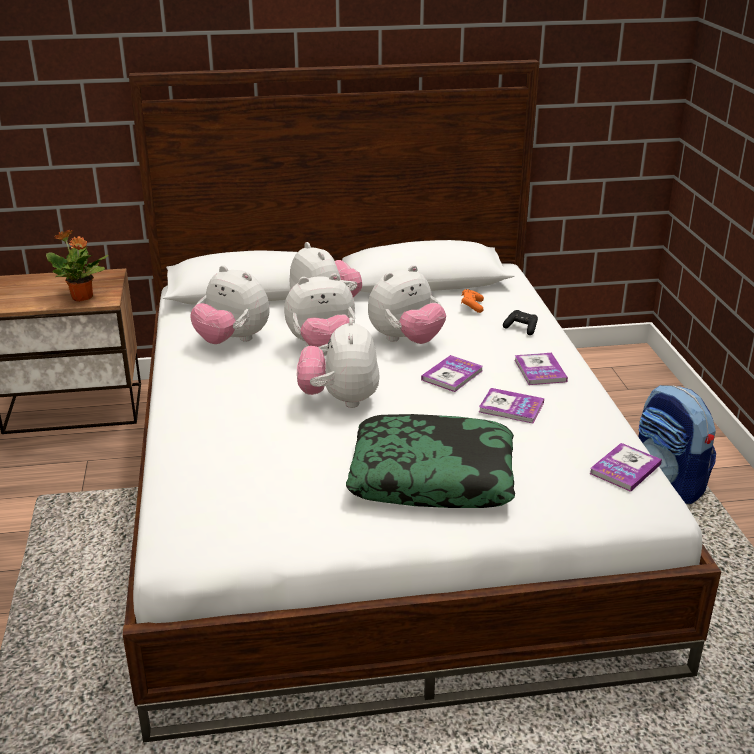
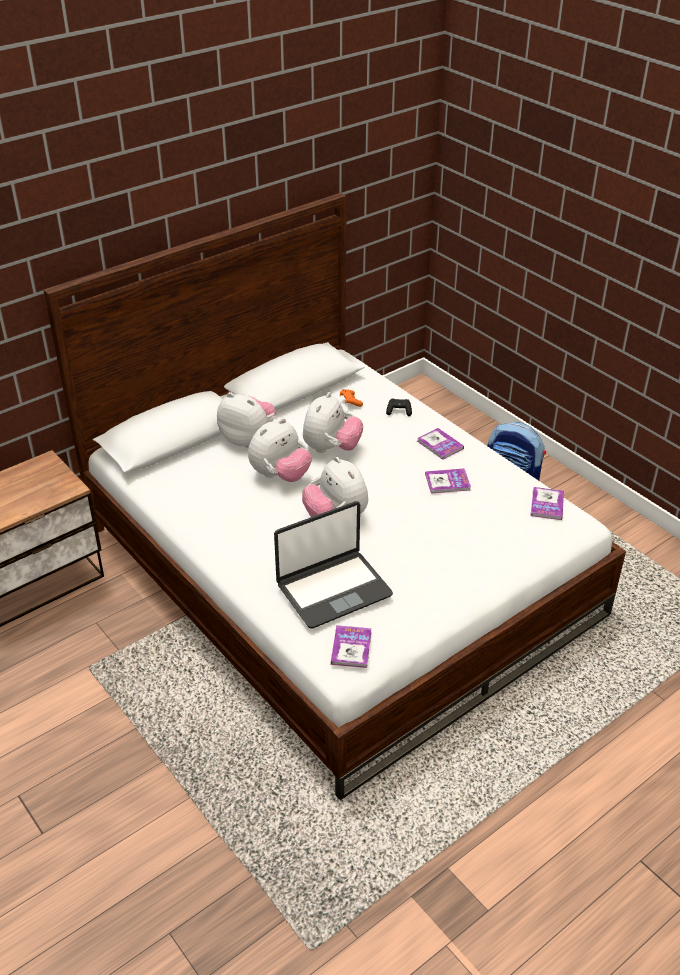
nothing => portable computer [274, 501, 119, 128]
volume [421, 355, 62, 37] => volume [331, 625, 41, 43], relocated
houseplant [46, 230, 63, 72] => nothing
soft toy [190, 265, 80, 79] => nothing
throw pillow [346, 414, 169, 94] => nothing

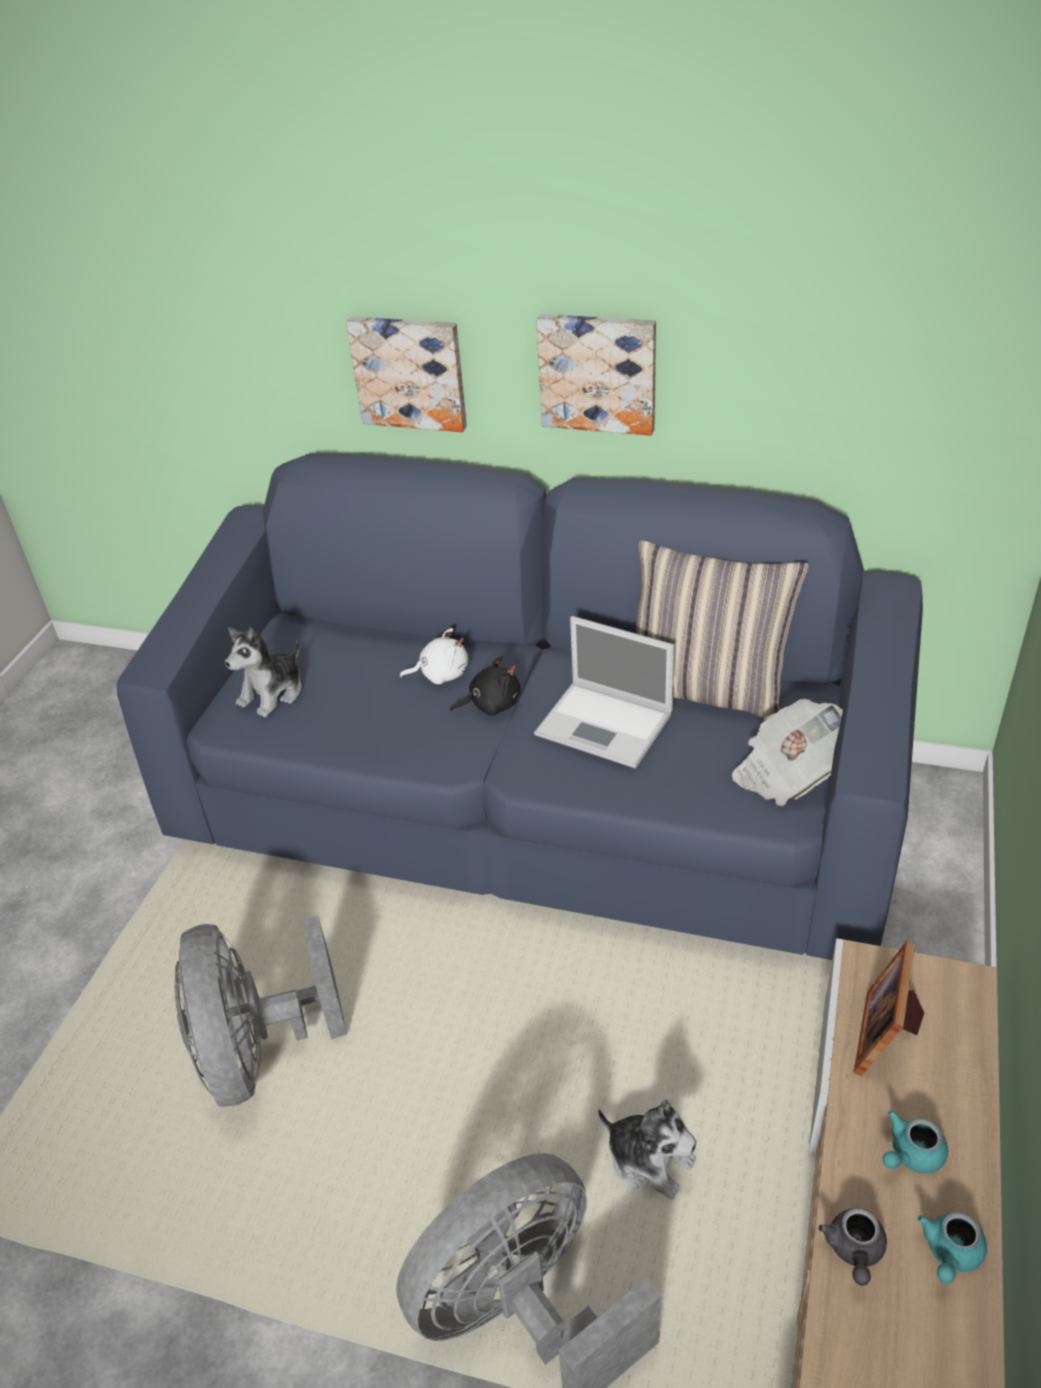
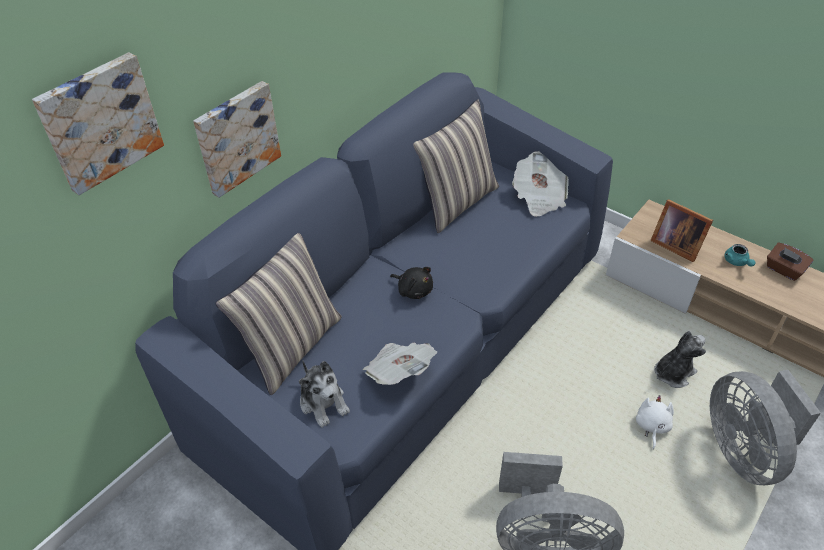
wall art [536, 314, 120, 122] => wall art [32, 52, 132, 143], relocated
nothing => throw pillow [215, 233, 127, 162]
nothing => daily paper [363, 343, 74, 42]
black soft toy [450, 656, 70, 60] => black soft toy [390, 267, 43, 32], 120 degrees clockwise
white soft toy [400, 628, 68, 56] => white soft toy [636, 395, 38, 54], relocated
turquoise teapot [917, 1212, 70, 72] => brown tissue box [767, 243, 46, 38]
portable computer [534, 616, 141, 153] => nothing
gray teapot [818, 1208, 69, 78] => nothing

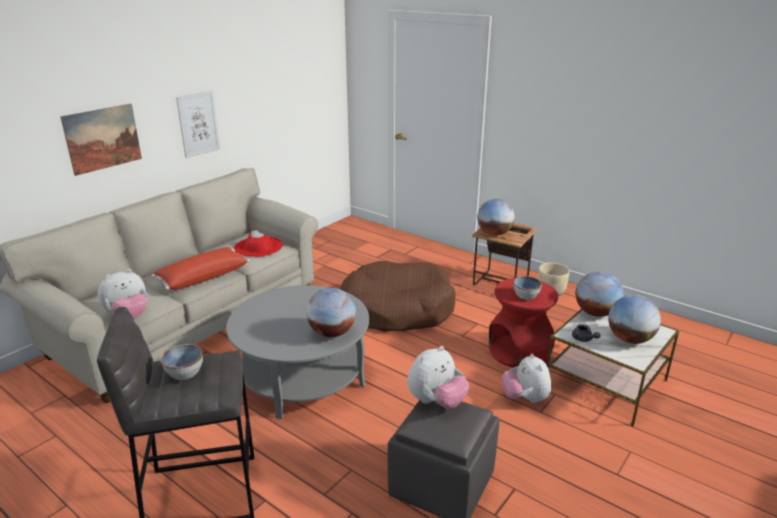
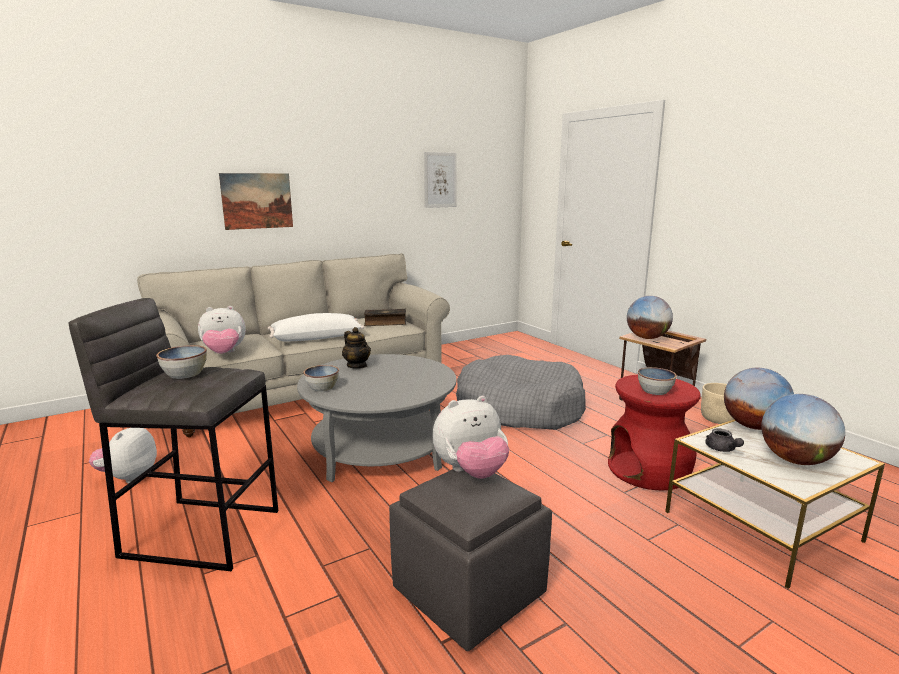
soft toy [502, 354, 49, 49] => soft toy [89, 428, 68, 55], relocated
red-coloured throw pillow [152, 247, 98, 43] => white throw pillow [268, 313, 96, 28]
nothing => bowl [304, 365, 35, 26]
nothing => teapot [342, 327, 29, 42]
red-coloured clothing hat [234, 230, 49, 27] => volume [364, 309, 42, 17]
wall art [176, 91, 44, 67] => wall art [424, 152, 33, 56], relocated
brown dog bed [340, 261, 116, 71] => gray dog bed [456, 355, 130, 75]
world globe [306, 288, 50, 49] => nothing

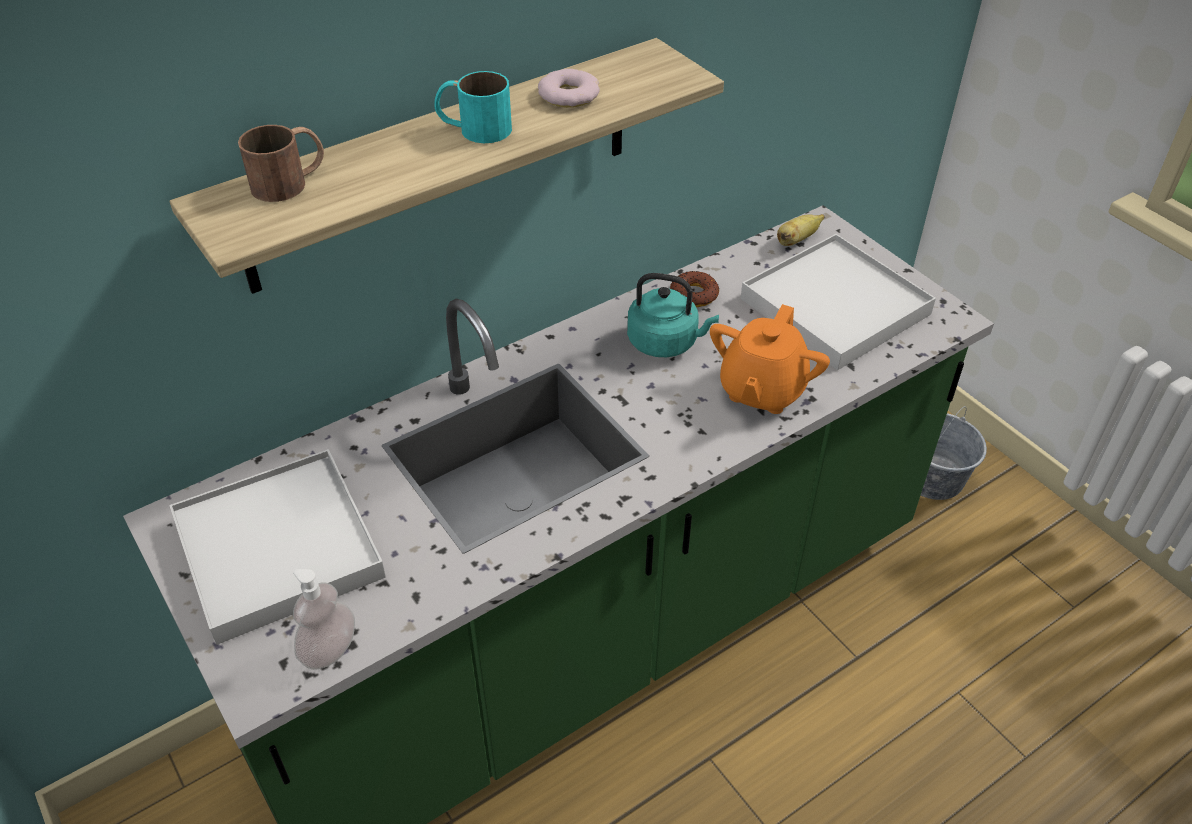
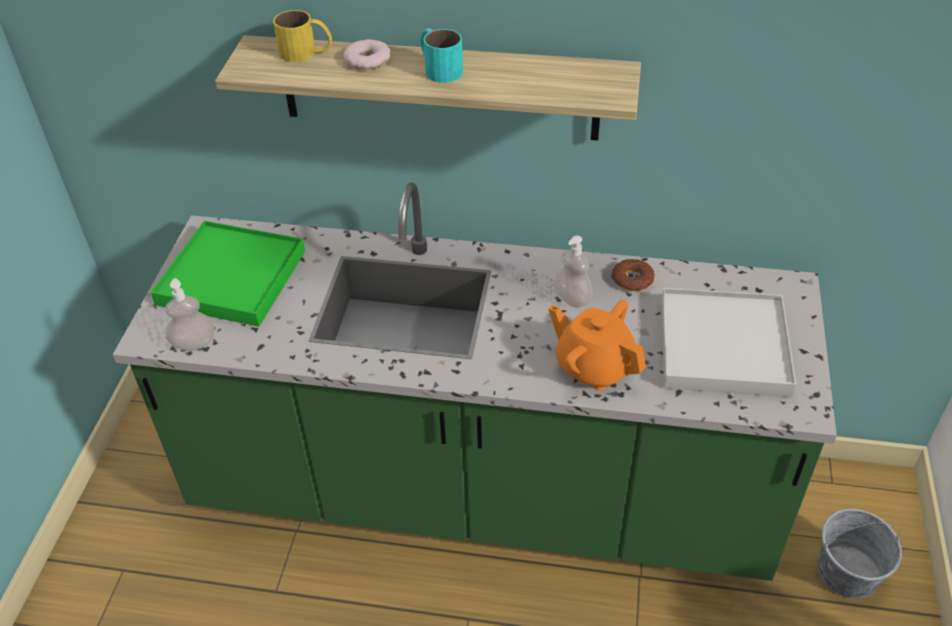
white carrying tray [169, 449, 217, 196] => green carrying tray [151, 221, 154, 106]
brown coffee mug [238, 125, 86, 77] => yellow coffee mug [273, 10, 59, 52]
doughnut [538, 69, 62, 39] => doughnut [343, 39, 48, 31], relocated
orange-coloured teapot [710, 304, 120, 110] => orange-coloured teapot [548, 300, 98, 91], 60 degrees clockwise
turquoise water kettle [627, 273, 92, 84] => soap bottle [555, 236, 38, 71]
banana fruit [777, 214, 48, 32] => nothing

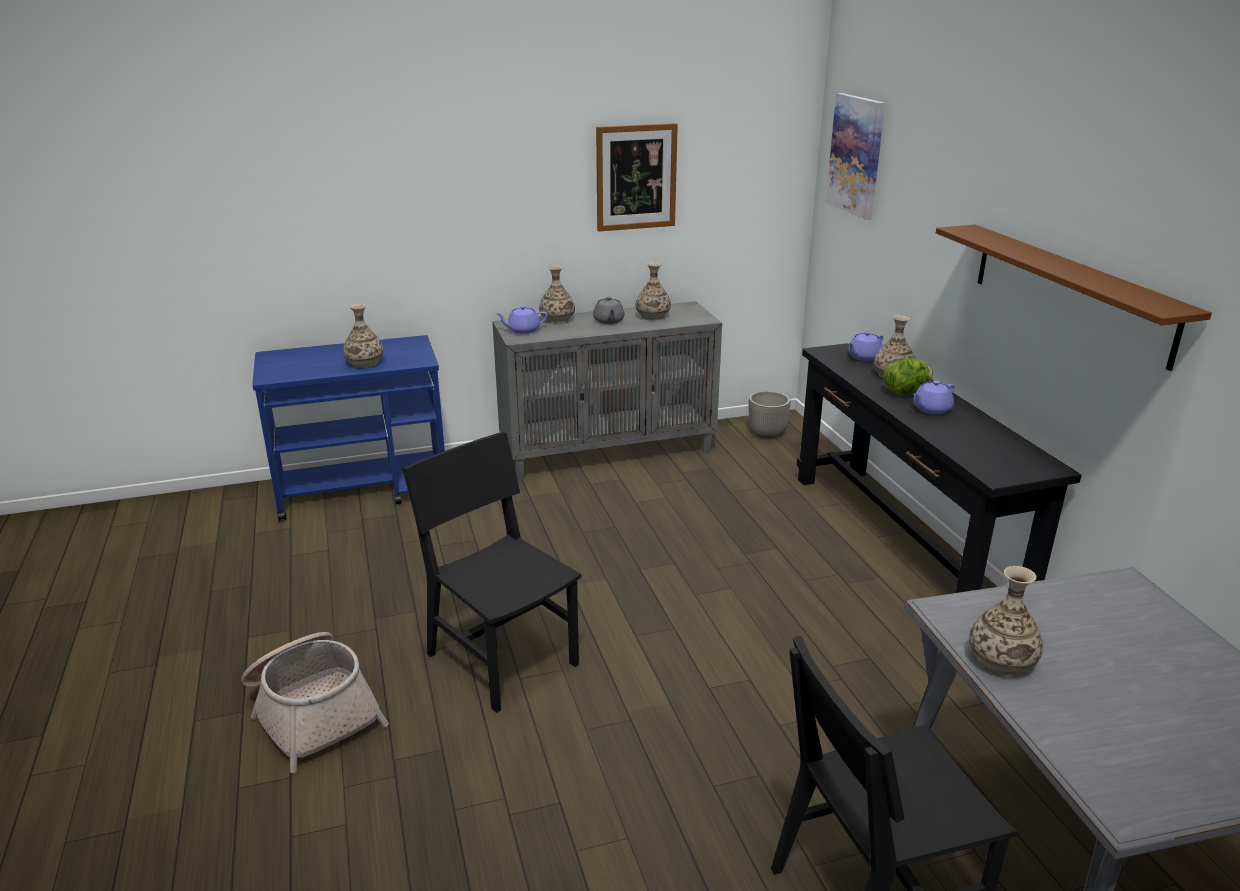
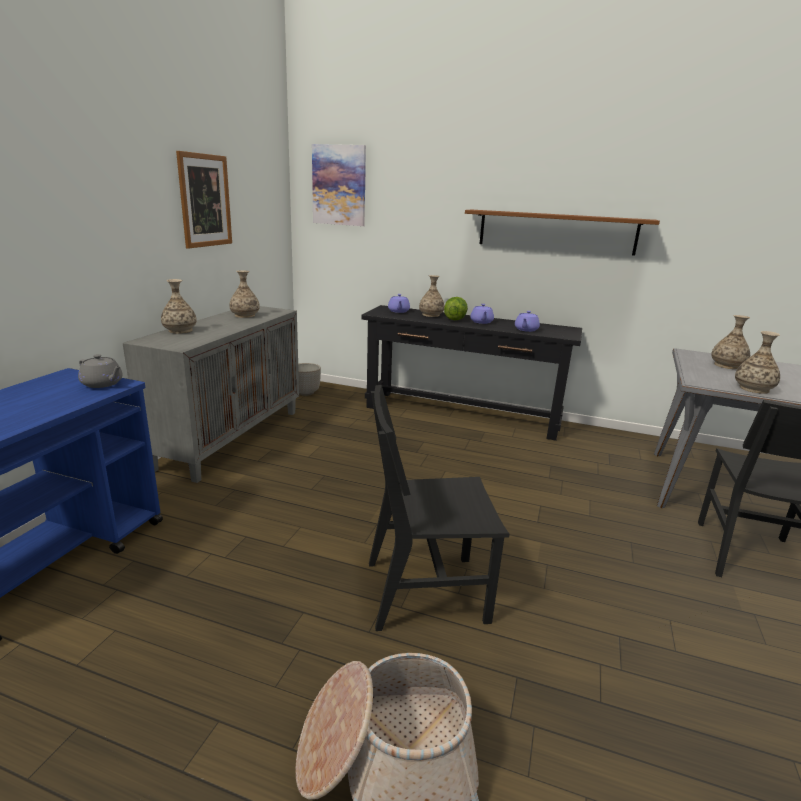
gray teapot [593, 297, 32, 27] => gray teapot [78, 354, 45, 34], relocated
purple teapot [495, 305, 53, 29] => purple teapot [515, 311, 25, 21], relocated
flower vase [343, 304, 40, 64] => flower vase [711, 315, 39, 54], relocated

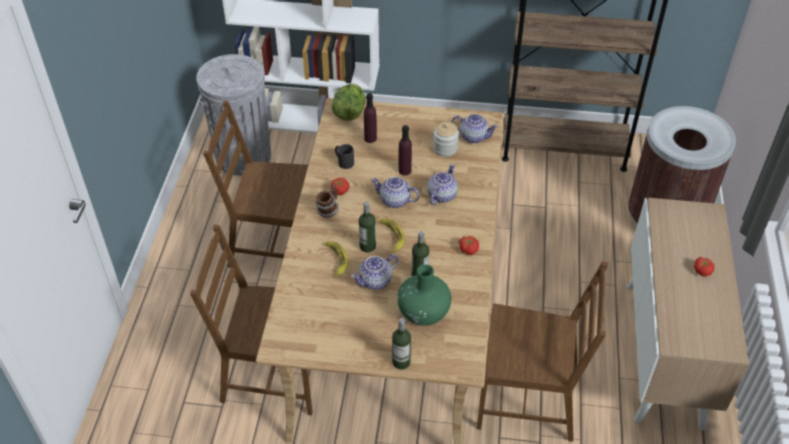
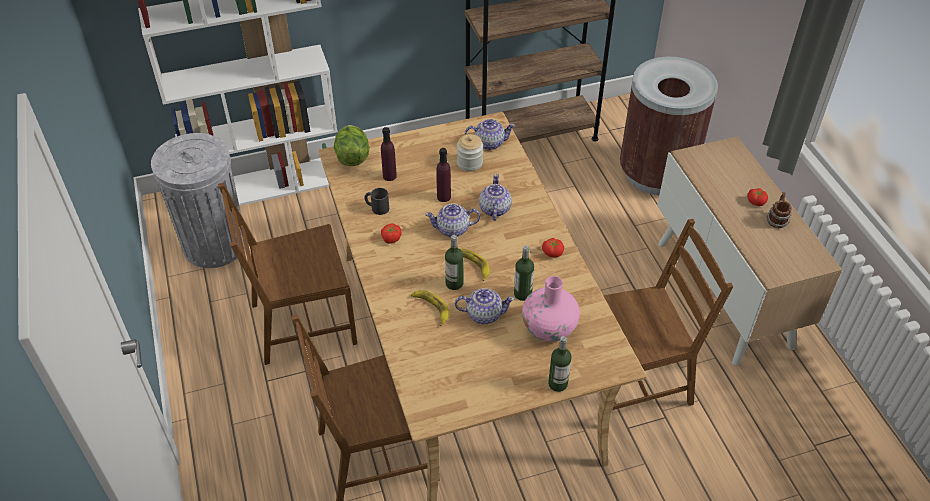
teapot [351, 254, 48, 36] => teapot [455, 288, 60, 36], 120 degrees counterclockwise
green flower vase [397, 264, 54, 62] => pink-coloured flower vase [522, 276, 58, 66]
coffee mug [315, 184, 23, 34] => coffee mug [767, 192, 25, 36], relocated

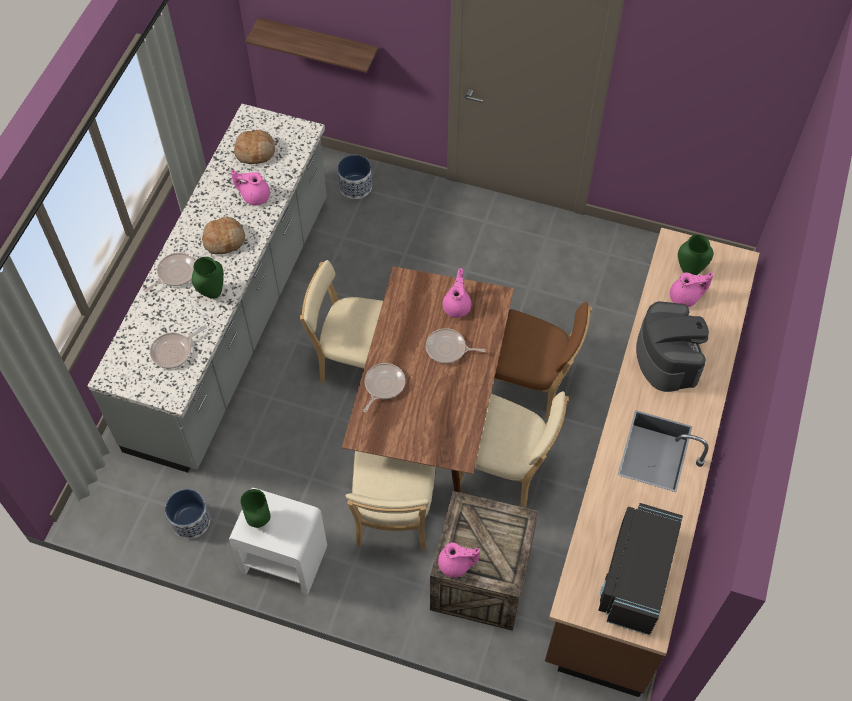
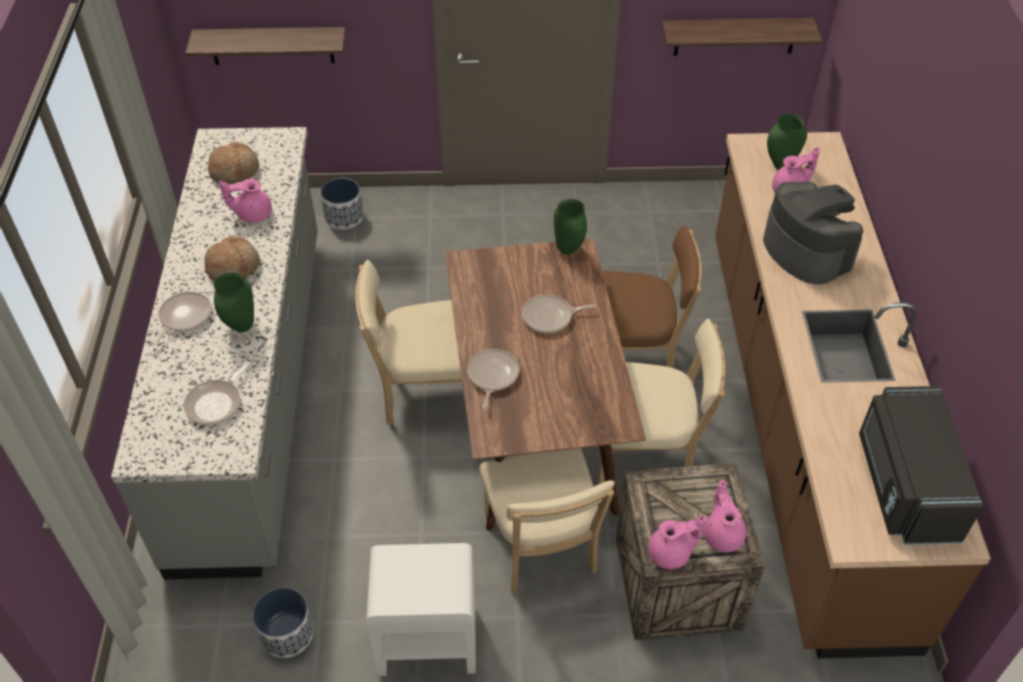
green flower vase [240, 489, 30, 39] => green flower vase [554, 199, 33, 56], relocated
nothing => wall shelf [663, 18, 159, 38]
pink-coloured teapot [443, 268, 28, 50] => pink-coloured teapot [704, 480, 42, 73], relocated

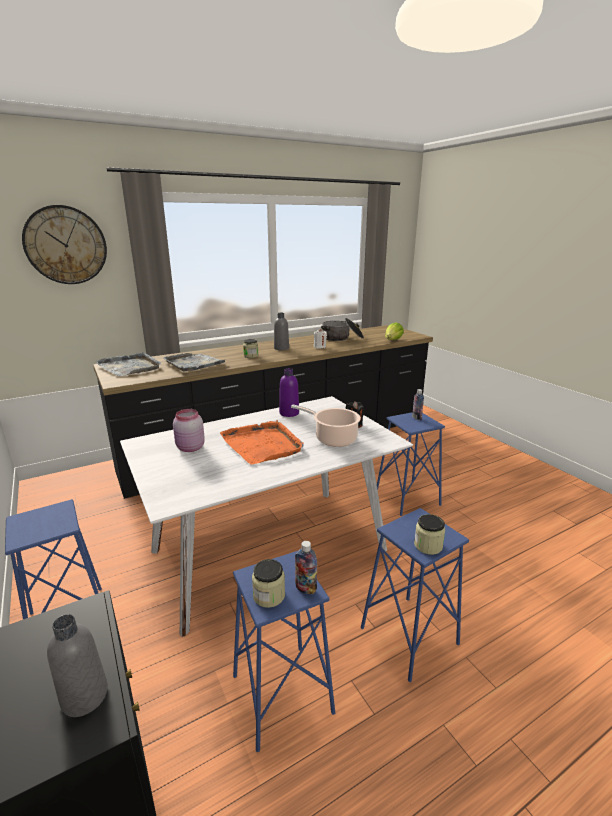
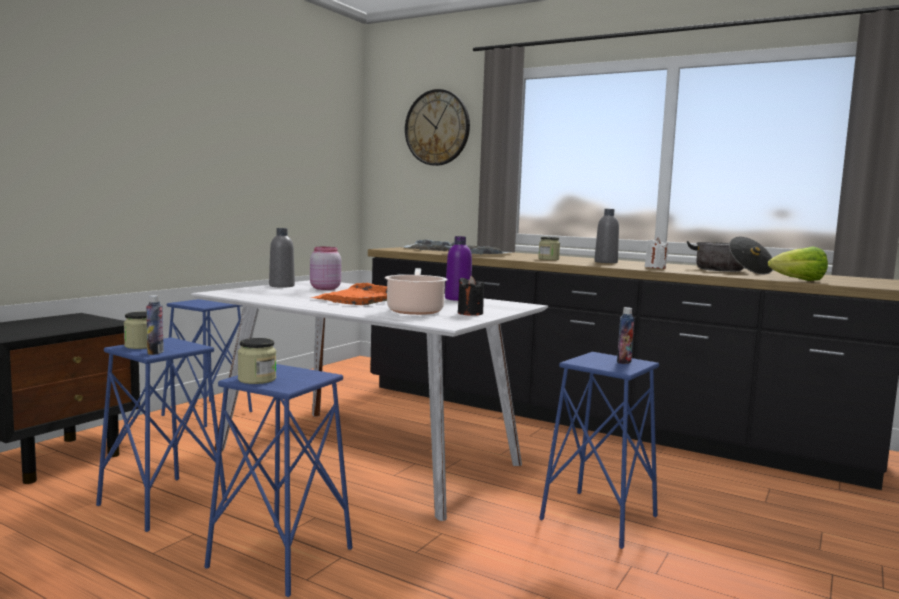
gray beverage bottle [47, 614, 61, 103] => gray beverage bottle [269, 228, 26, 60], relocated

